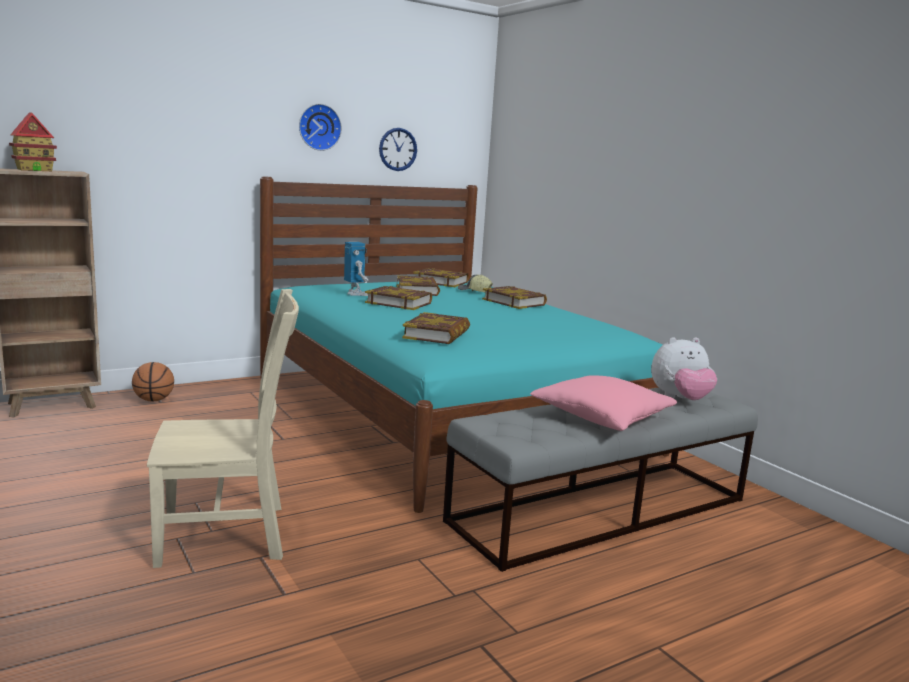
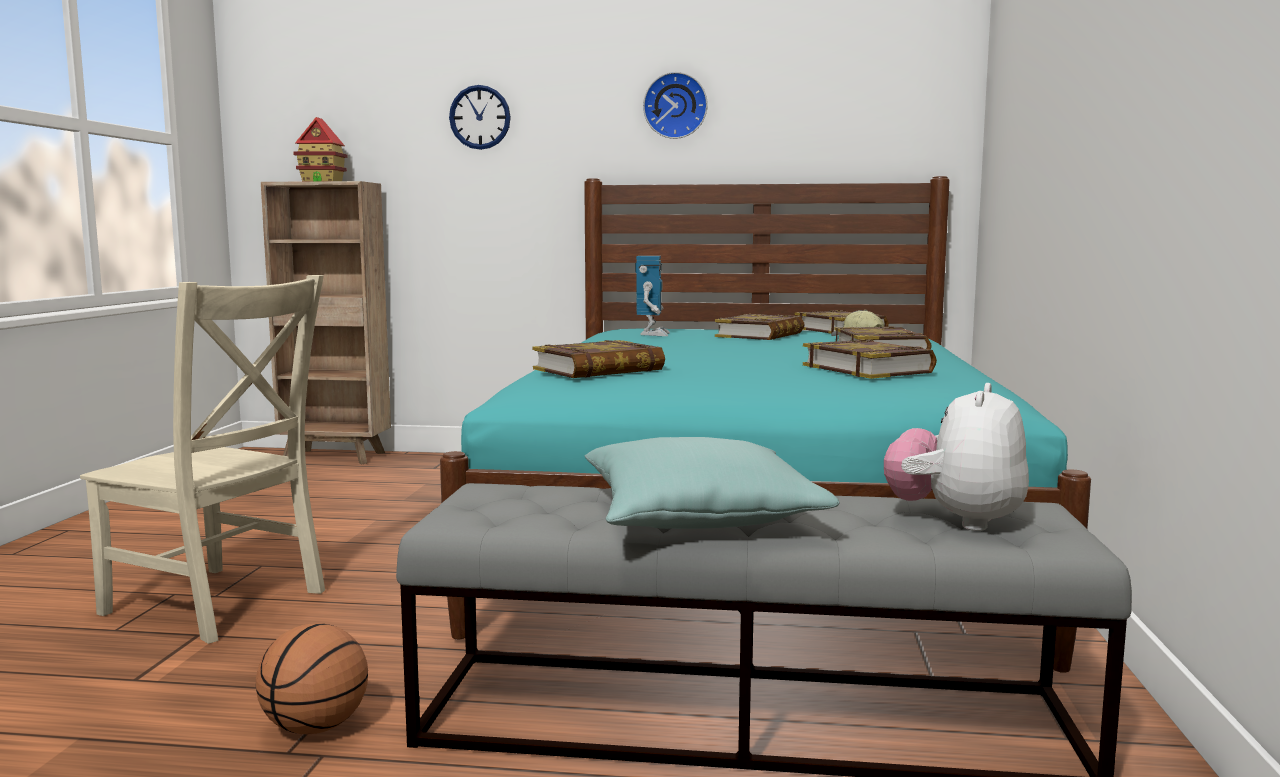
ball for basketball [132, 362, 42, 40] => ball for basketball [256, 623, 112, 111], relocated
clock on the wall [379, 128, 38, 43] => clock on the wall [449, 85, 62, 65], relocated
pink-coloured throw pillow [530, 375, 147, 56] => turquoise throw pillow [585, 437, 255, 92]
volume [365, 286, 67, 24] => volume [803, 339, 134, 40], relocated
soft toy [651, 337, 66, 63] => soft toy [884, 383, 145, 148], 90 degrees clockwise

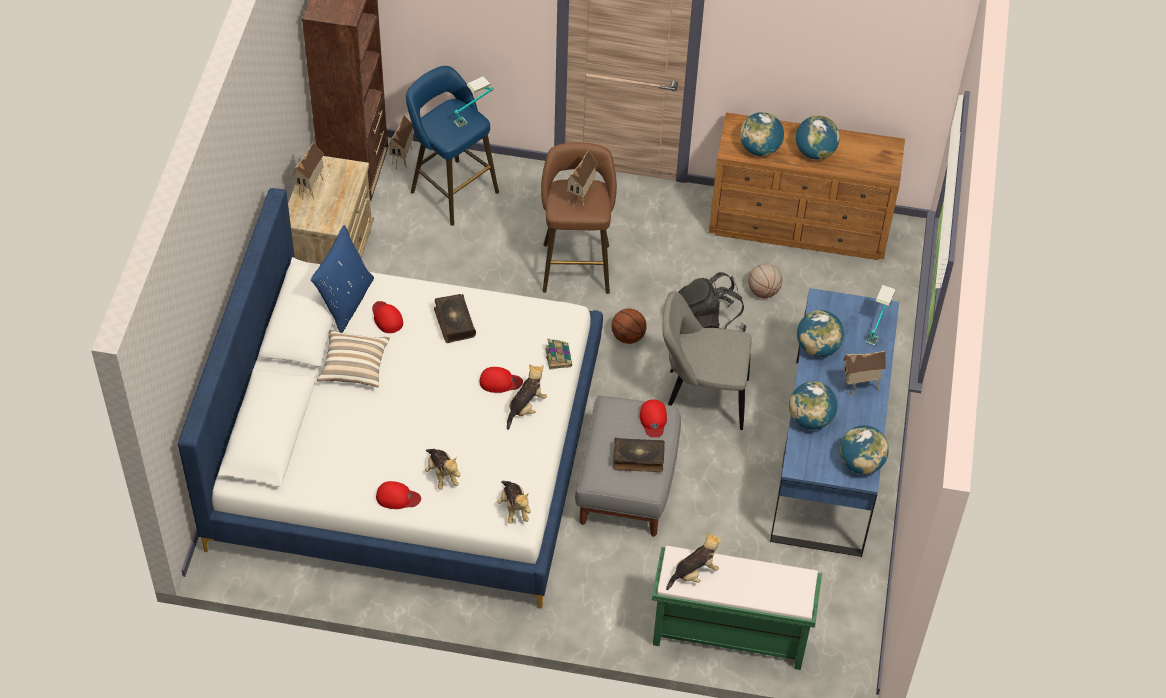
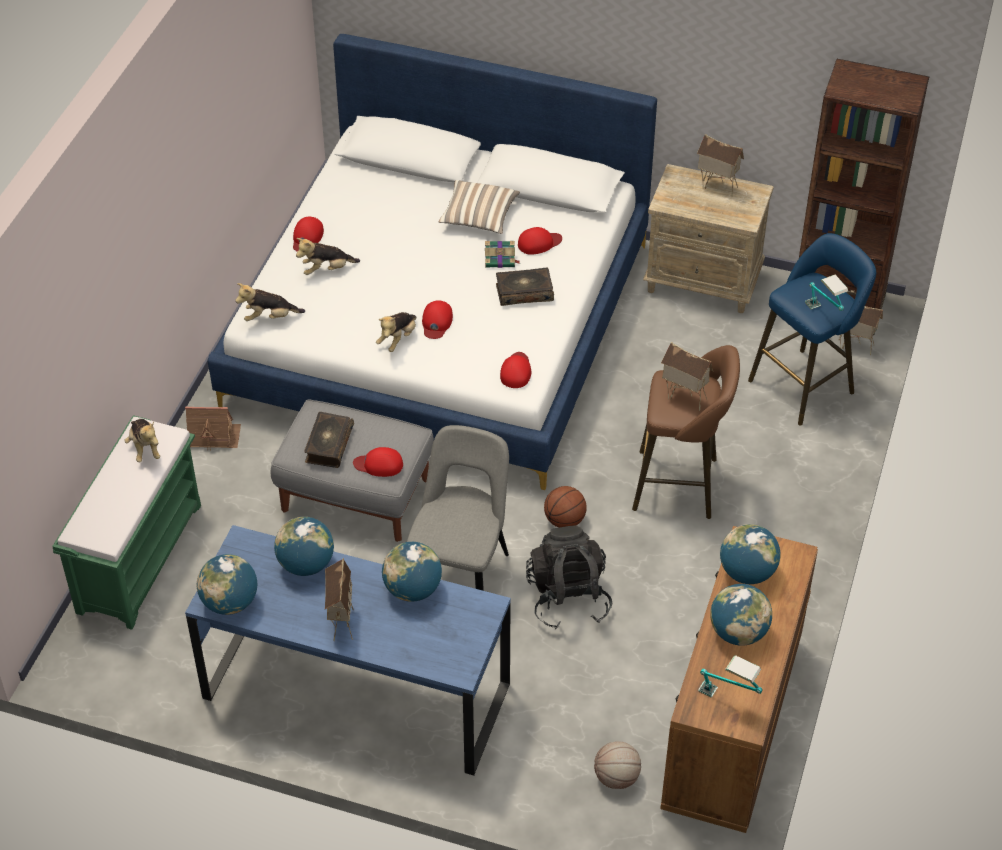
nothing => model house [185, 407, 56, 44]
soft toy [507, 364, 40, 66] => soft toy [376, 312, 40, 40], 75 degrees clockwise
volume [545, 339, 27, 31] => volume [485, 241, 36, 27], relocated
nothing => red-coloured cap [500, 352, 31, 36]
ball for basketball [748, 264, 34, 34] => ball for basketball [594, 741, 47, 48], relocated
tabletop lamp [866, 285, 30, 61] => tabletop lamp [698, 655, 65, 43], relocated
bluish throw pillow [311, 225, 63, 108] => nothing

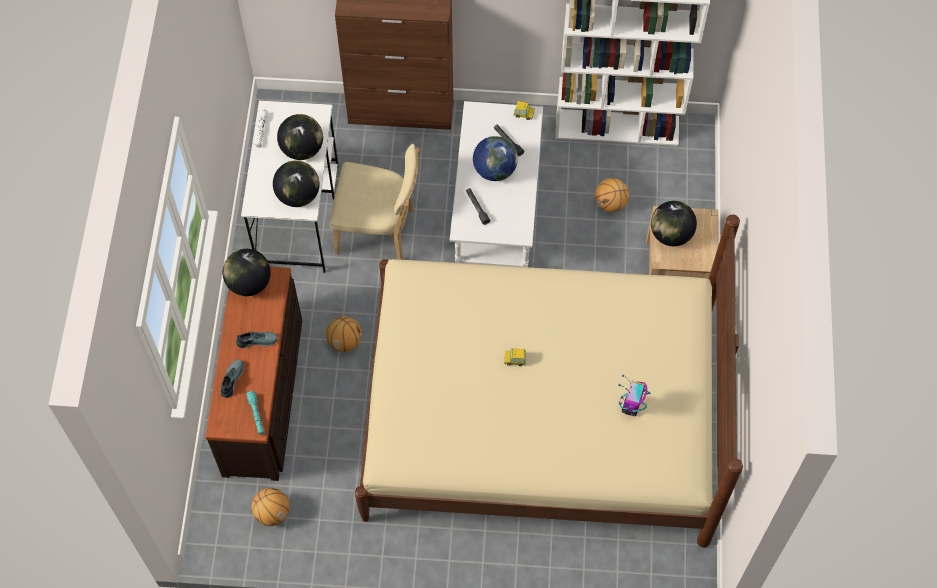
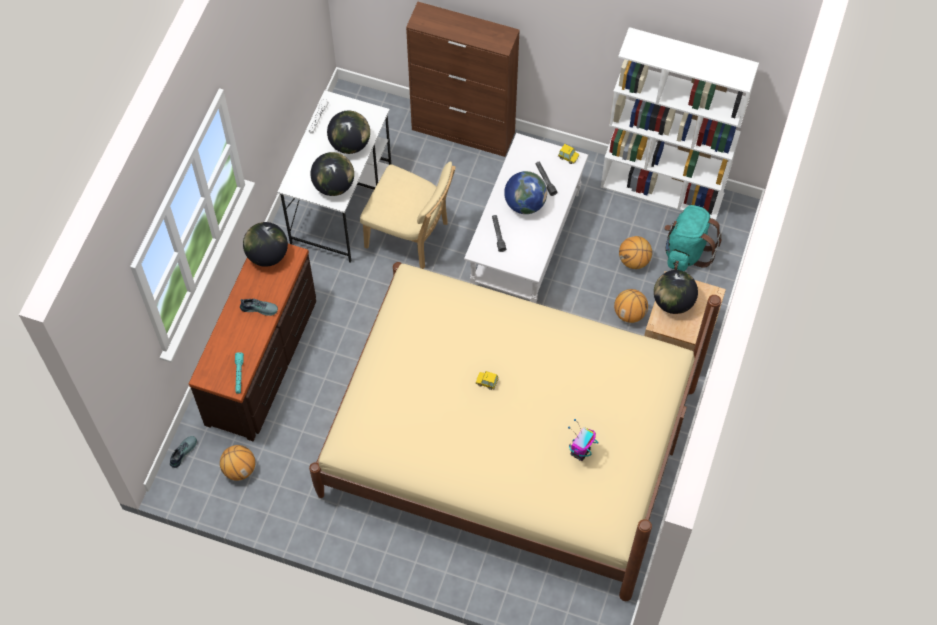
shoe [221, 359, 23, 39] => shoe [170, 436, 27, 32], relocated
ball for basketball [326, 316, 36, 36] => ball for basketball [614, 289, 34, 34], relocated
nothing => turquoise backpack [664, 205, 58, 66]

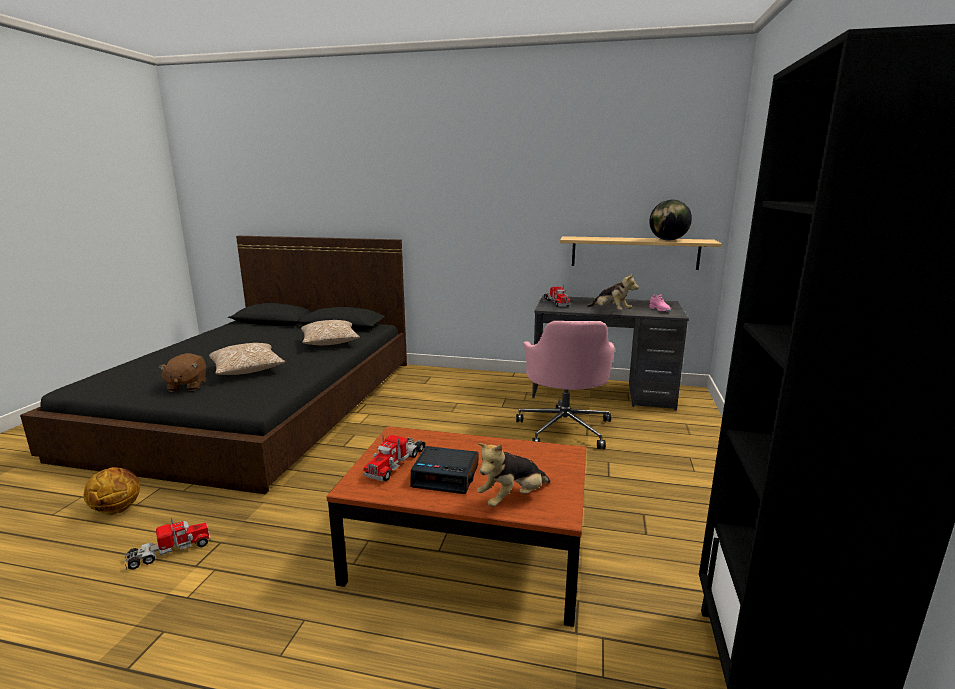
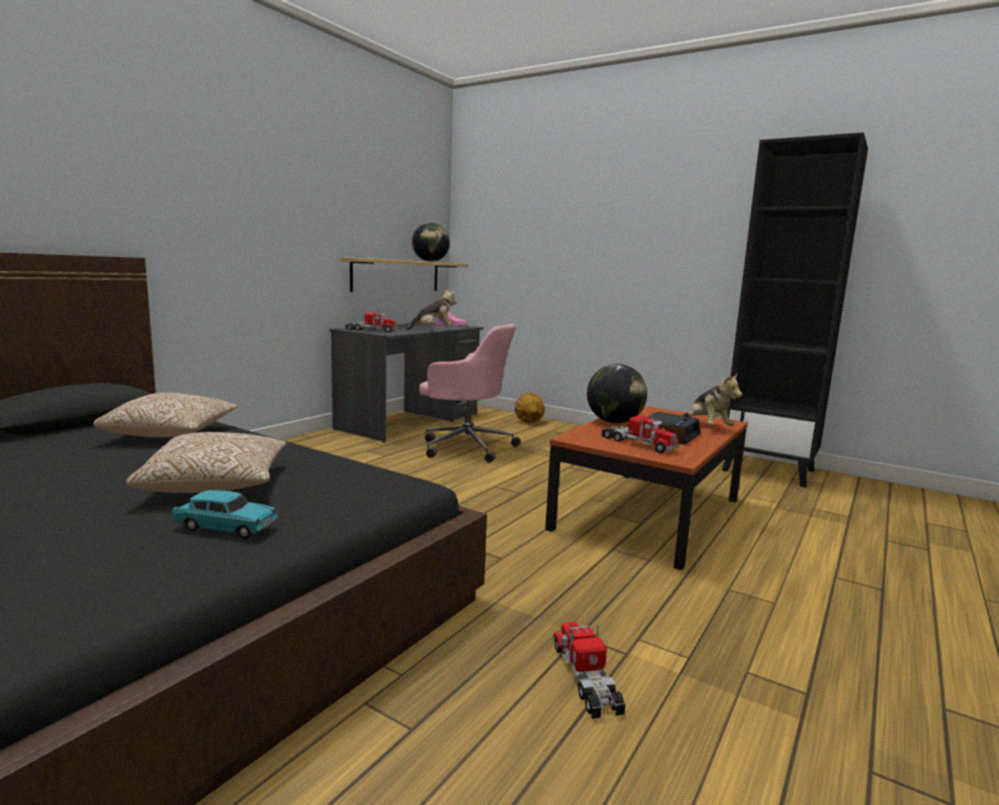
brown soft toy [158, 353, 48, 39] => turquoise miniature car [171, 490, 108, 49]
ball for basketball [83, 467, 57, 48] => ball for basketball [515, 393, 30, 30], relocated
nothing => world globe [587, 364, 60, 59]

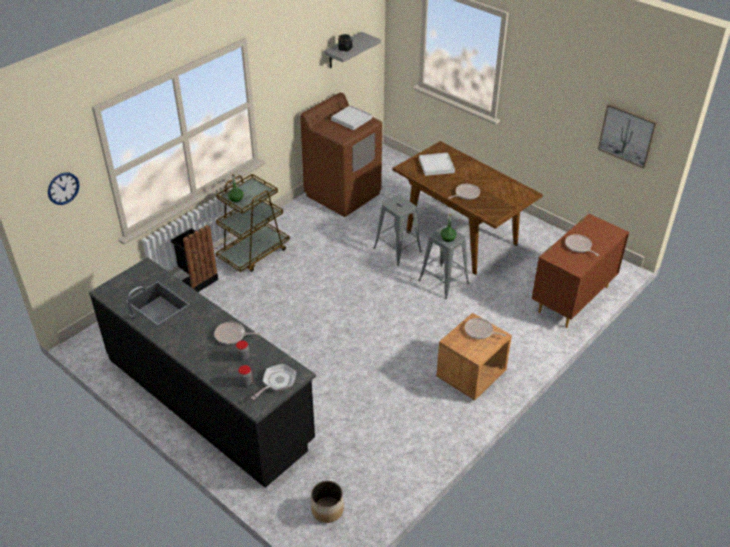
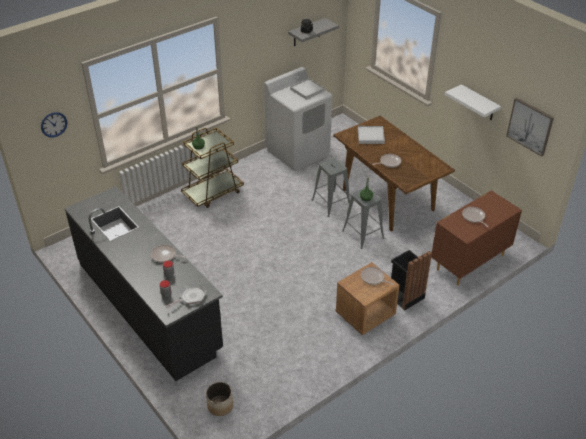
brown laundry appliance [300, 93, 82, 124] => white laundry appliance [264, 67, 68, 104]
black trash can [171, 225, 47, 67] => black trash can [391, 250, 41, 60], relocated
nothing => white wall shelf [445, 84, 56, 36]

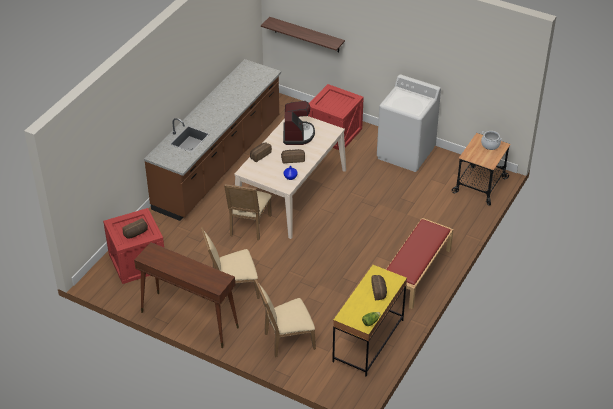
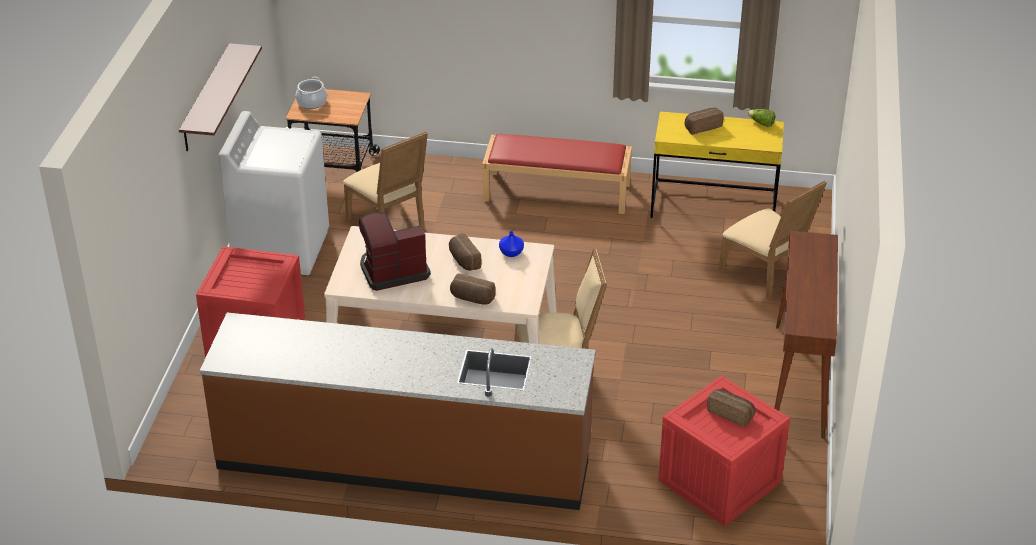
wall shelf [261, 17, 84, 35] => wall shelf [179, 43, 83, 108], relocated
beige chair [201, 227, 59, 77] => beige chair [343, 132, 85, 97], relocated

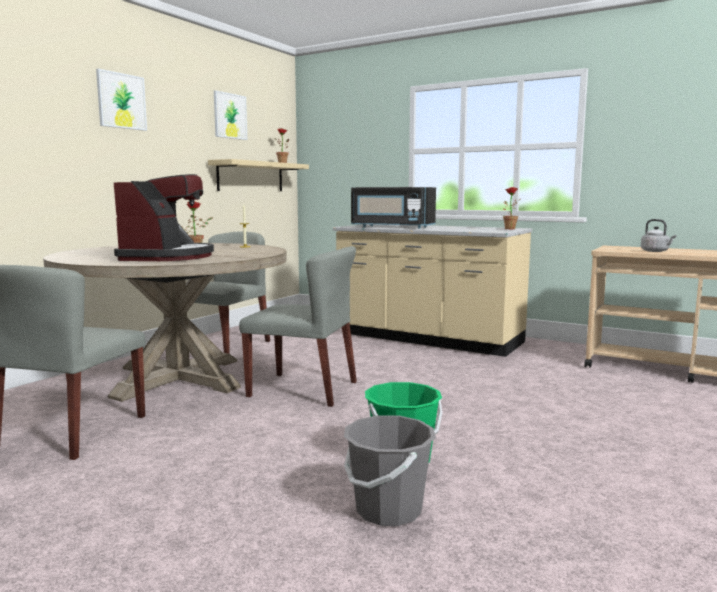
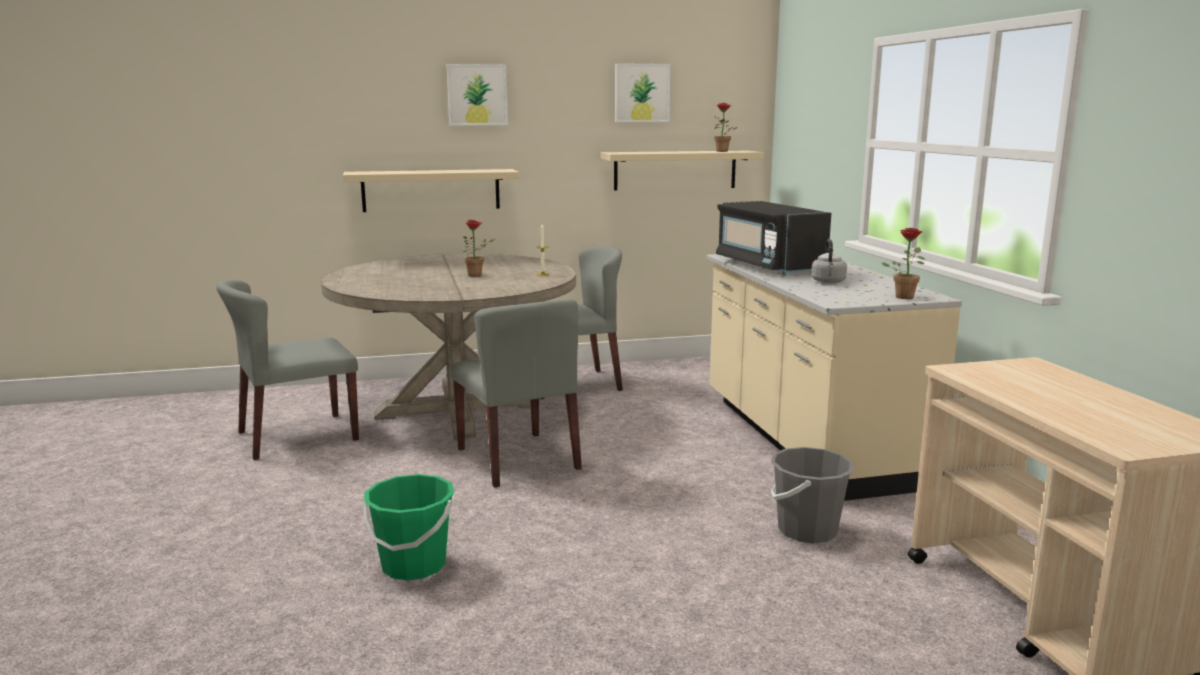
nothing => beige wall shelf [343, 169, 176, 43]
gray pail [344, 415, 92, 111] => gray pail [770, 447, 84, 97], relocated
gray water kettle [641, 219, 35, 33] => gray water kettle [811, 239, 36, 44], relocated
coffee maker [114, 174, 100, 87] => nothing

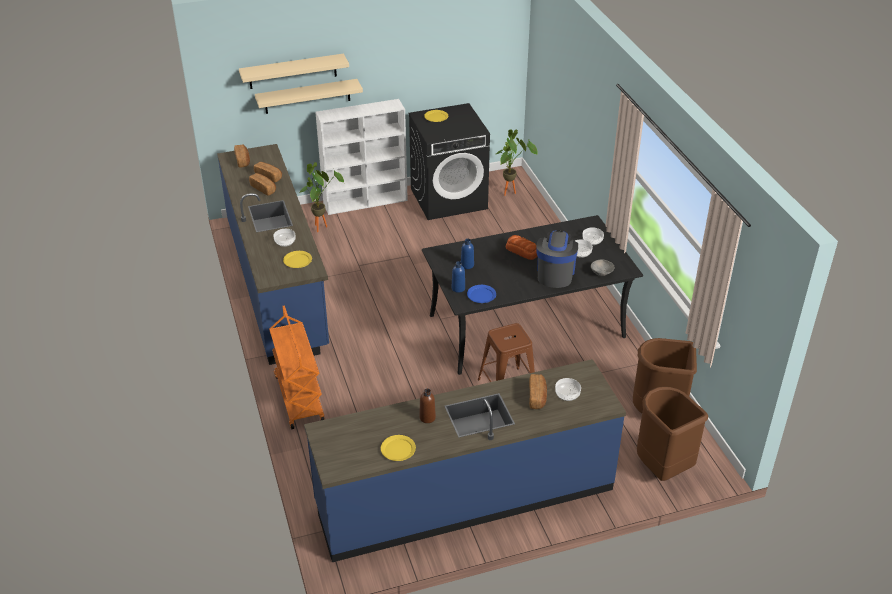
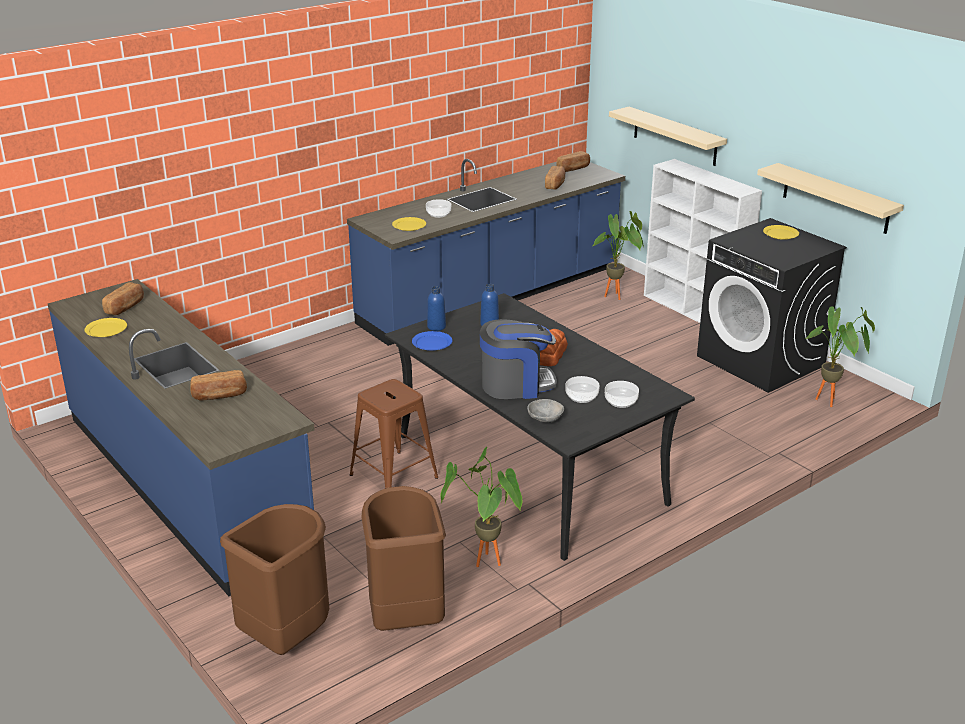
bread [249, 173, 27, 23] => bread [102, 282, 42, 33], relocated
nothing => houseplant [440, 447, 82, 120]
beige wall shelf [239, 54, 110, 35] => beige wall shelf [757, 163, 147, 71], relocated
orange-coloured trolley [269, 306, 56, 123] => nothing
brown beverage bottle [419, 388, 17, 35] => nothing
bowl [555, 378, 26, 23] => nothing

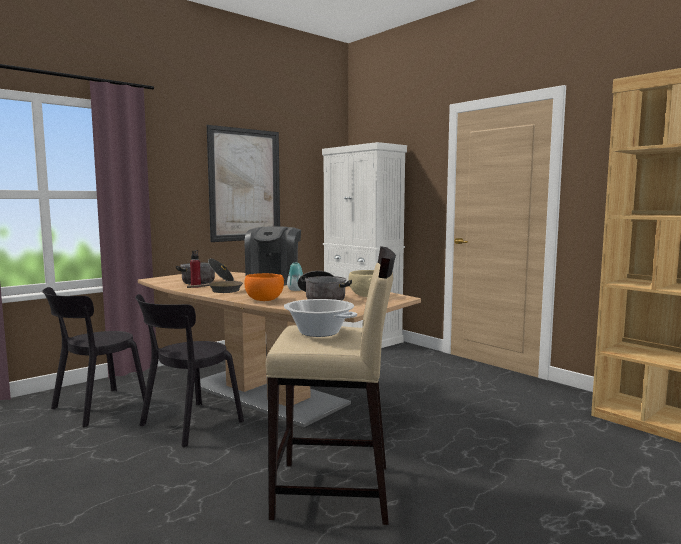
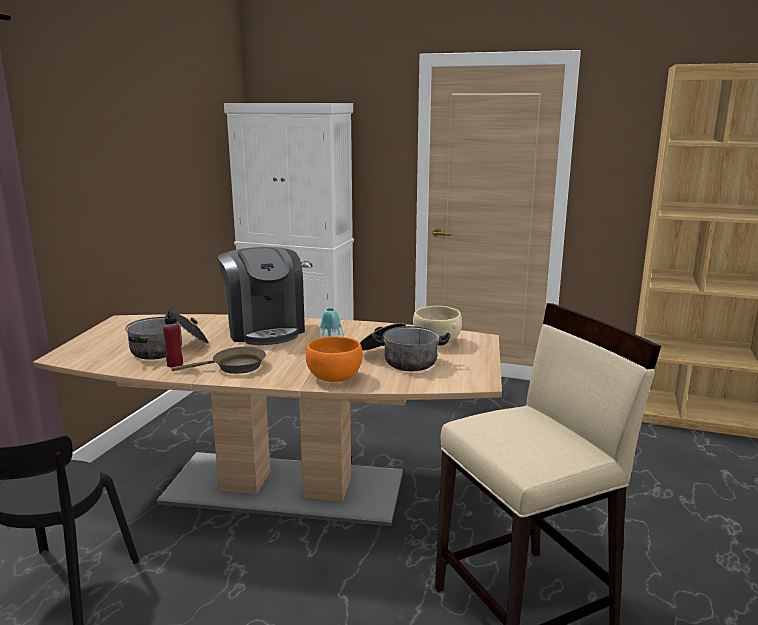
black chair [135, 294, 109, 153] => nothing
wall art [207, 125, 73, 117] => nothing
cooking pot [284, 299, 73, 38] => nothing

